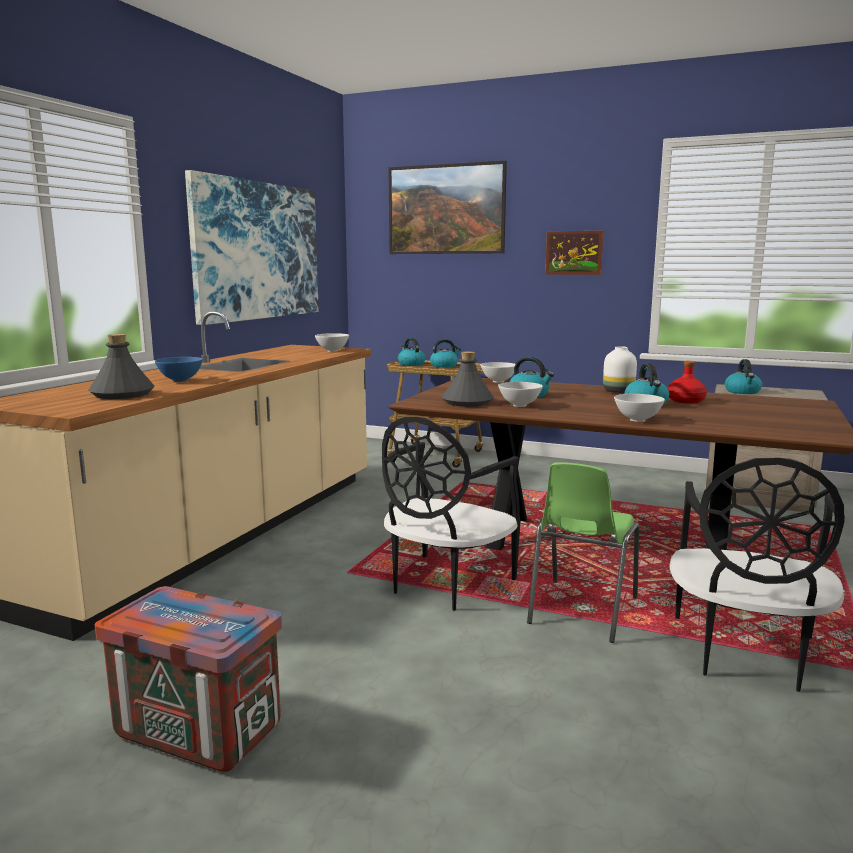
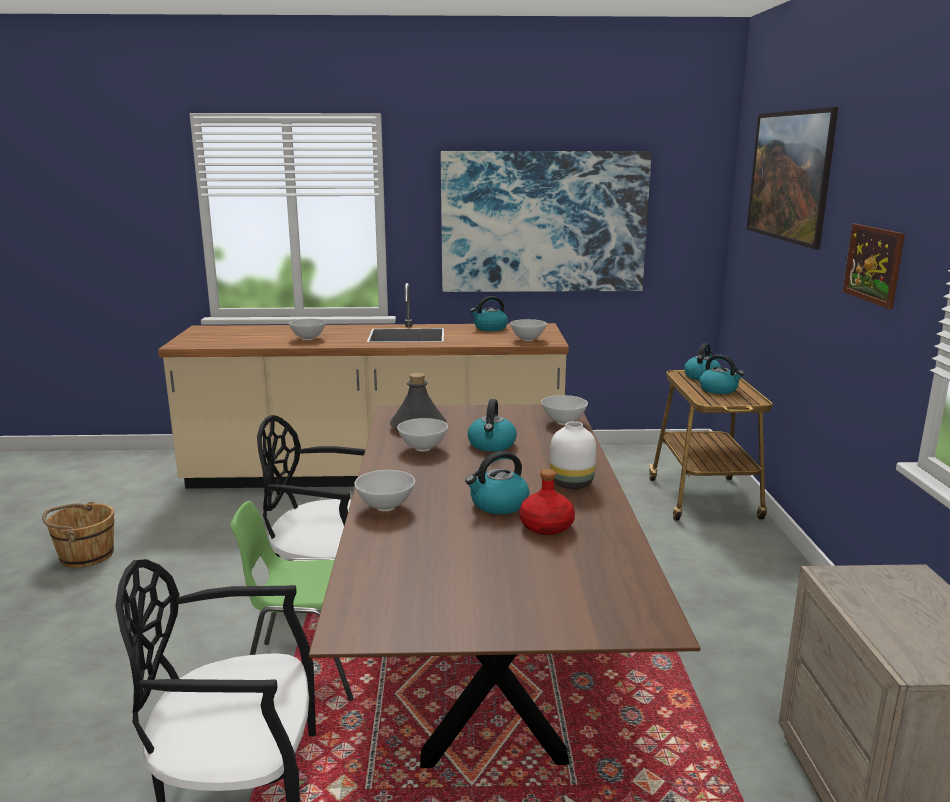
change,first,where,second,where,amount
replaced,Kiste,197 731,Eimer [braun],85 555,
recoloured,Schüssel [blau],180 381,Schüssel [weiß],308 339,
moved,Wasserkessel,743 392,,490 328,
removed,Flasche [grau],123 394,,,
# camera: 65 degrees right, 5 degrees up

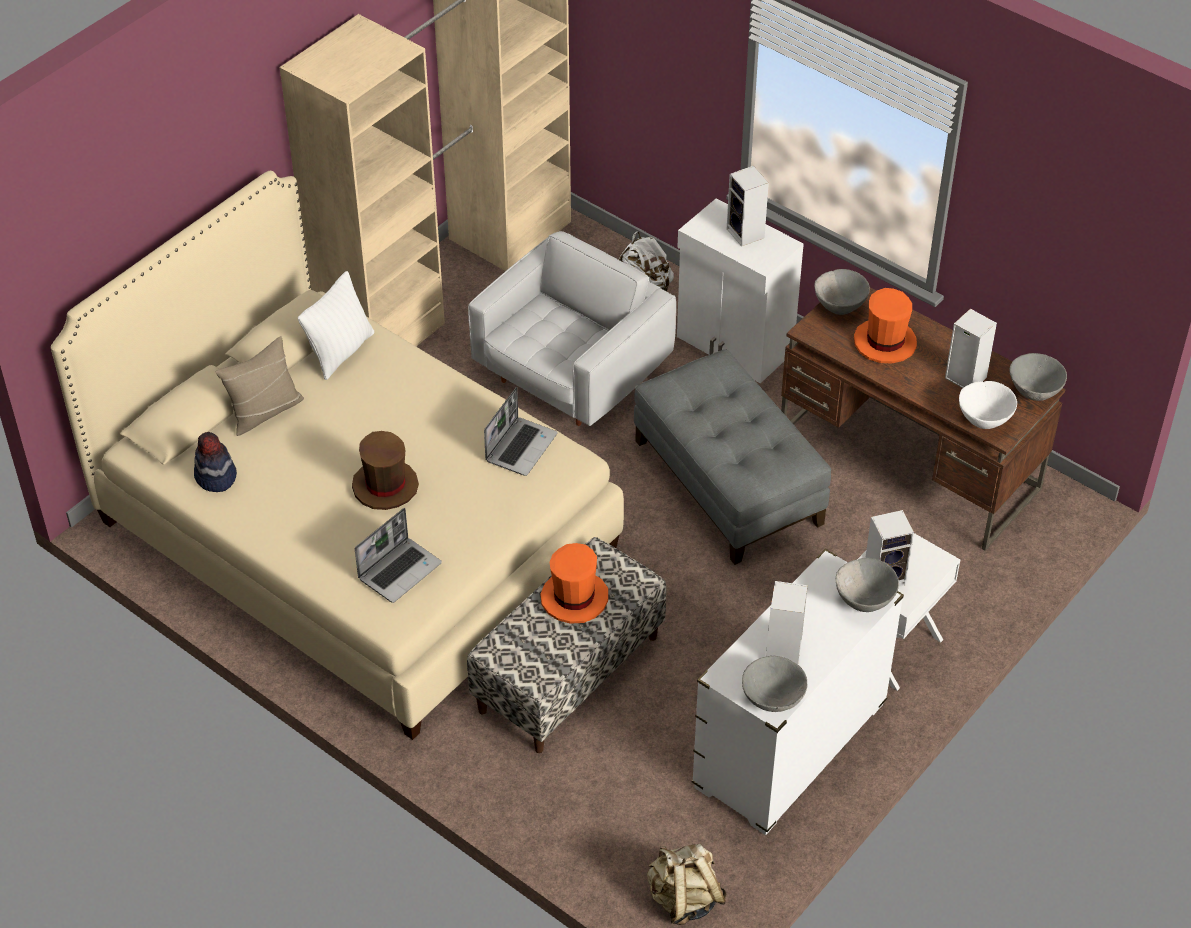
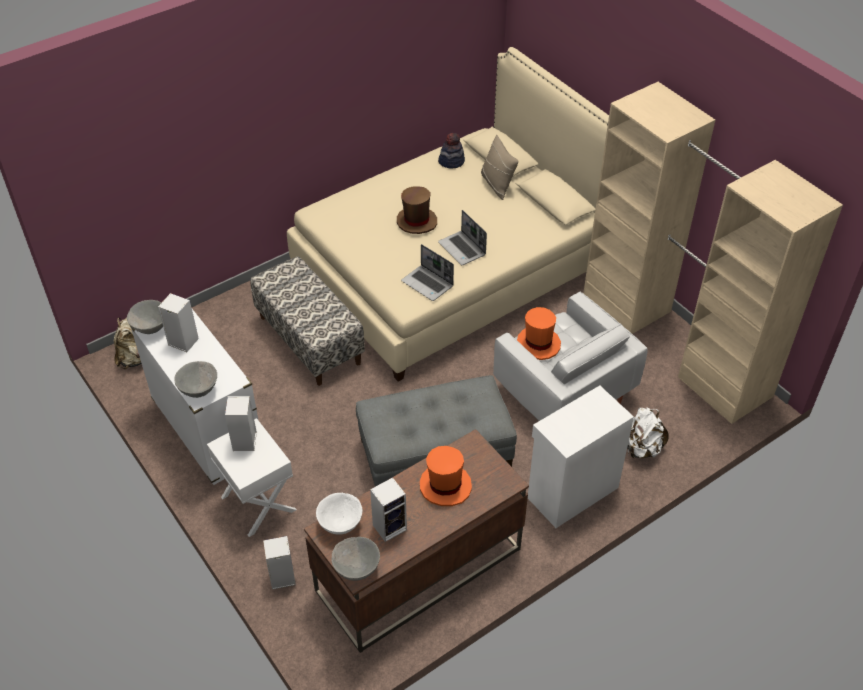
change,first,where,second,where,amount
moved,Lautsprecher,746 234,,281 578,
moved,Laptop,400 570,,462 249,
moved,Hut [orange],574 598,,538 343,
removed,Kissen [weiß],341 352,,,
removed,Schüssel [grau],840 307,,,
# camera: 105 degrees right, 0 degrees up

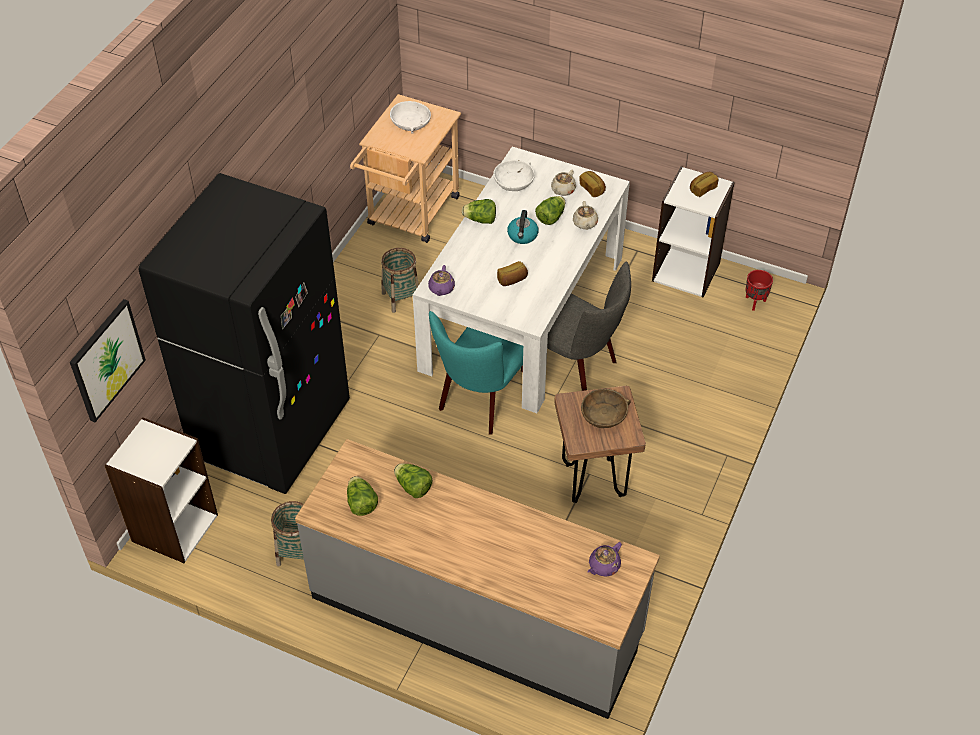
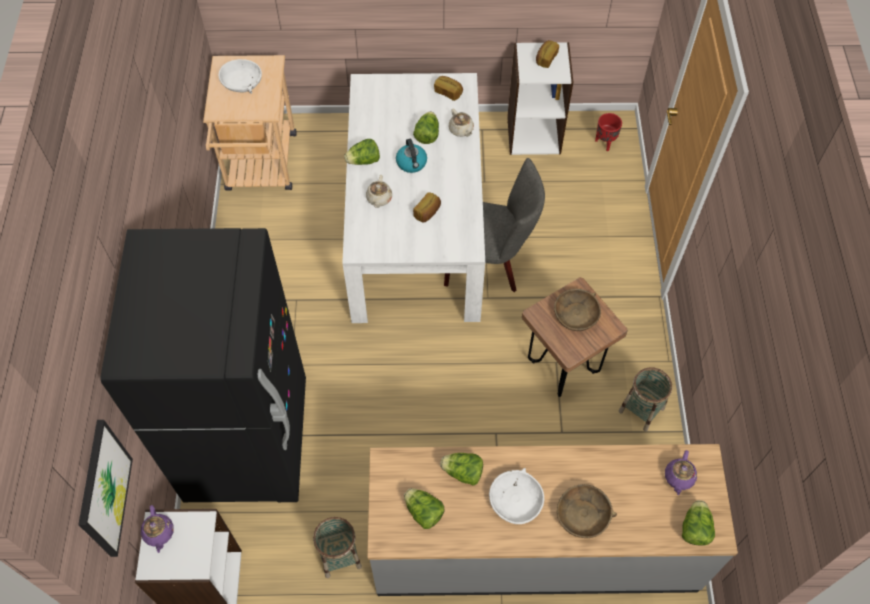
change,first,where,second,where,amount
moved,Teekanne [lila],441 289,,159 533,
moved,Teekanne [beige],563 190,,379 199,
moved,Schüssel [weiß],514 181,,515 500,
added,,,Schüssel [braun],583 514,
moved,Korb,401 298,,641 410,
added,,,Salatkopf,694 528,
removed,Stuhl [türkis],481 401,,,
# camera: 25 degrees left, 10 degrees up

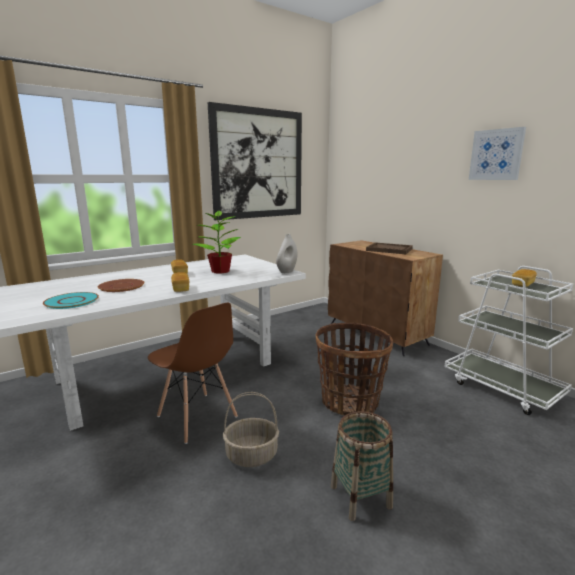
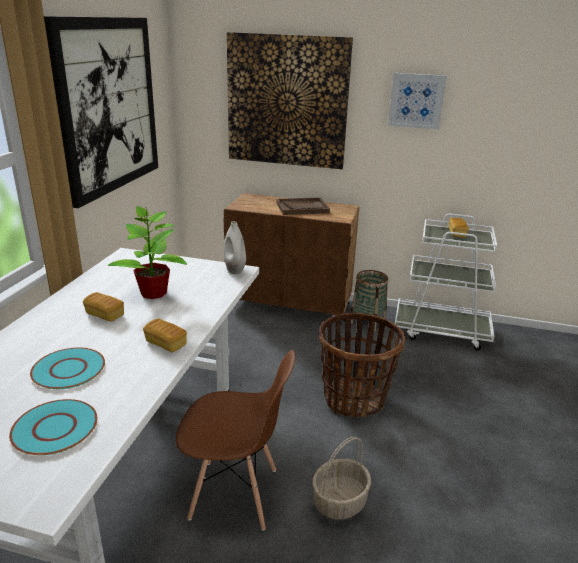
change,first,where,second,where,amount
recoloured,Teller [braun],121 286,Teller [türkis],69 369,
added,,,Bild,287 101,
moved,Korb,360 496,,367 321,
# camera: 40 degrees left, 10 degrees up

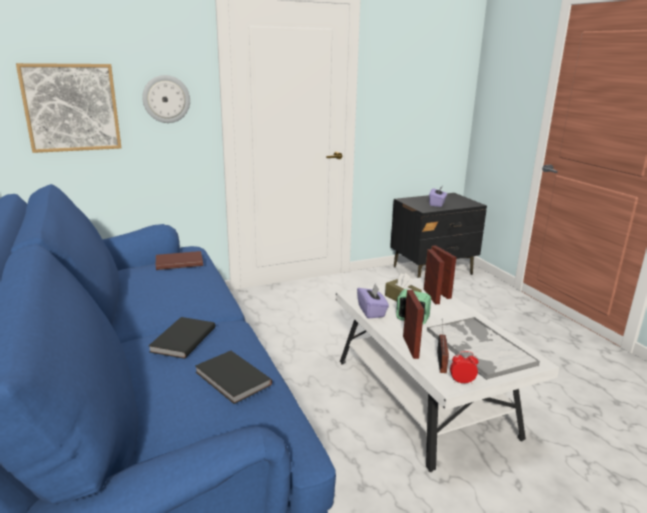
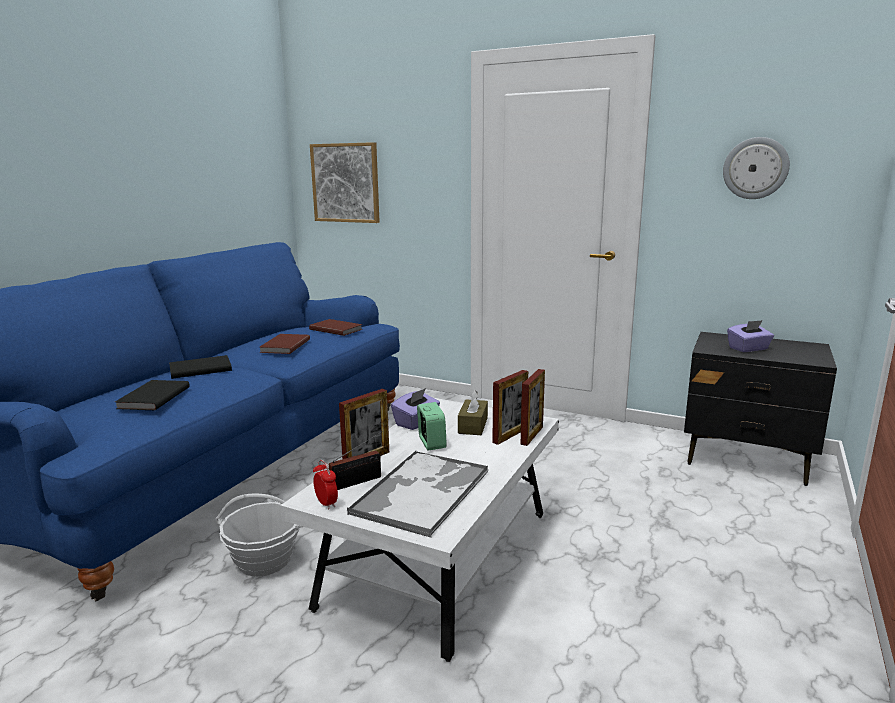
change,first,where,second,where,amount
added,,,Korb,264 560,
added,,,Buch [braun],284 346,
moved,Wanduhr,166 99,,755 168,
# camera: 50 degrees right, 5 degrees down

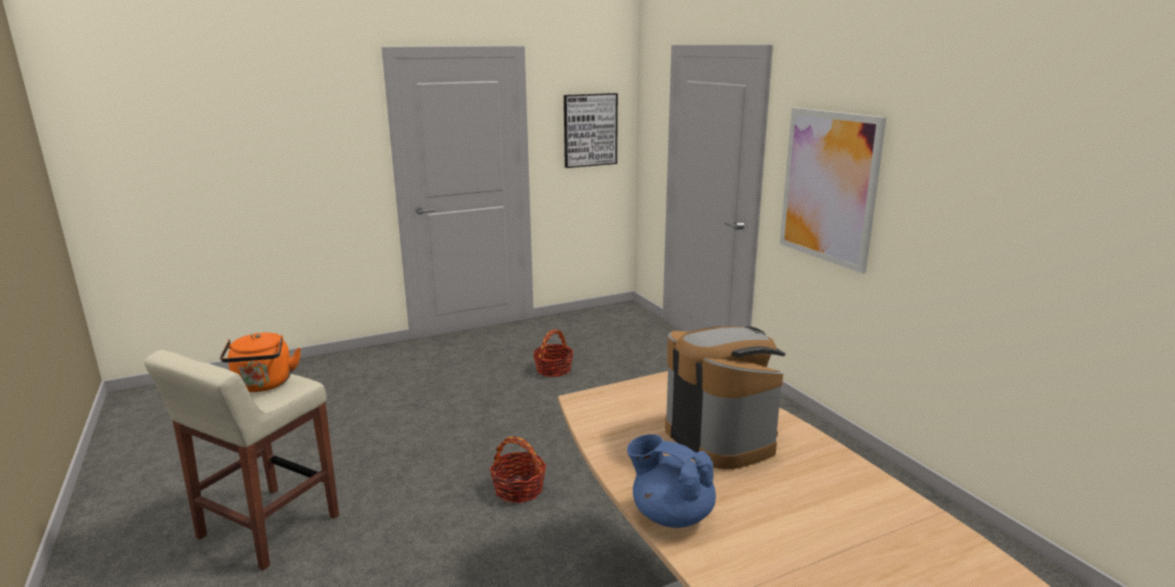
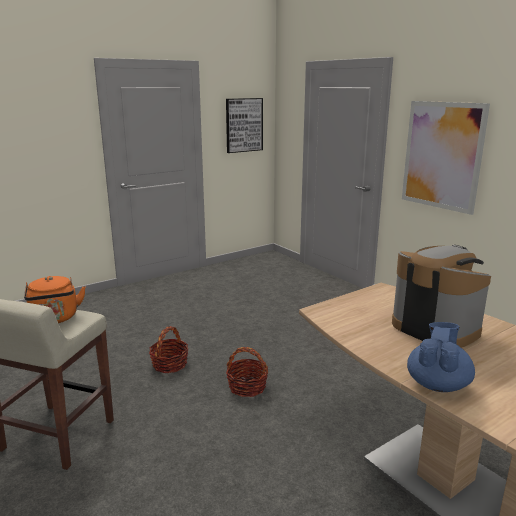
change,first,where,second,where,amount
moved,Korb,553 369,,169 364,
turned,Teekanne [blau],671 514,,437 384,90 degrees clockwise
# camera: 10 degrees left, 0 degrees up

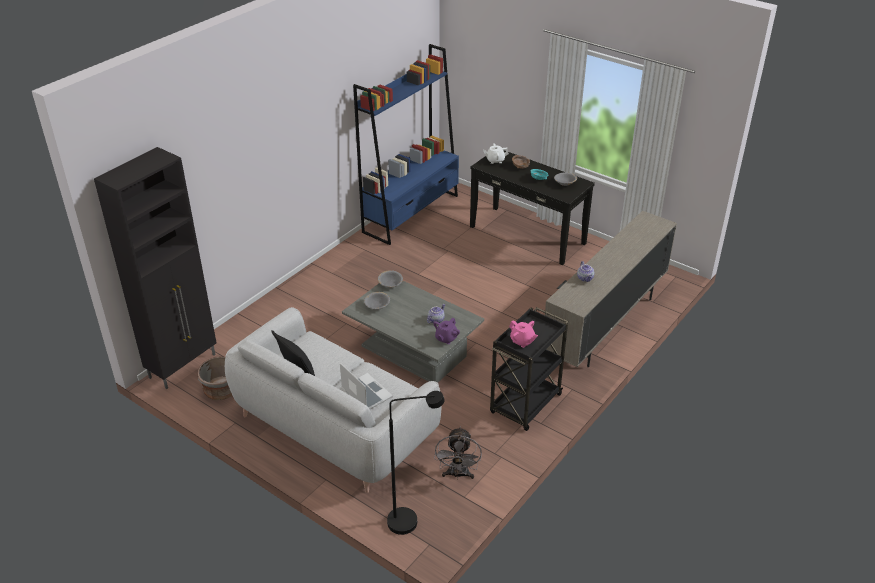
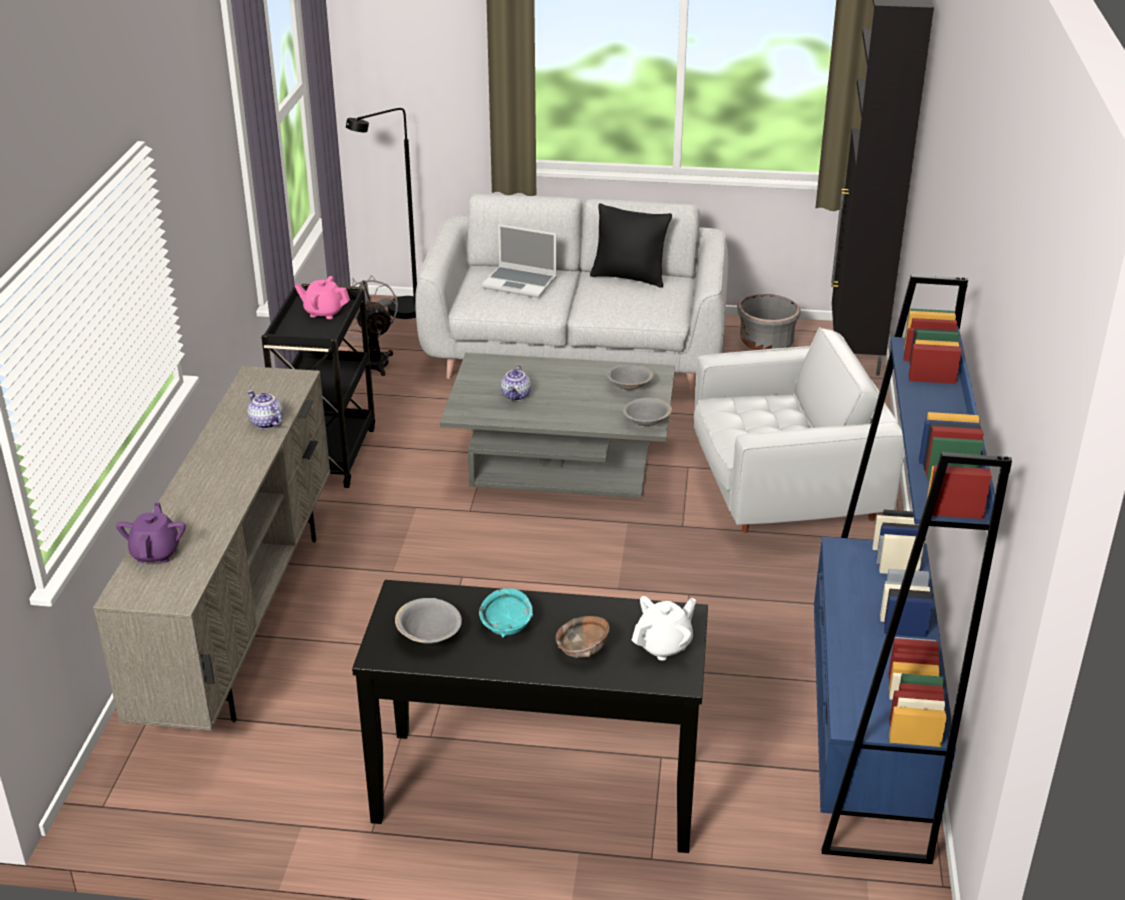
change,first,where,second,where,amount
moved,Teekanne [lila],446 338,,156 553,
added,,,Sessel [weiß],784 494,
# camera: 150 degrees right, 5 degrees down

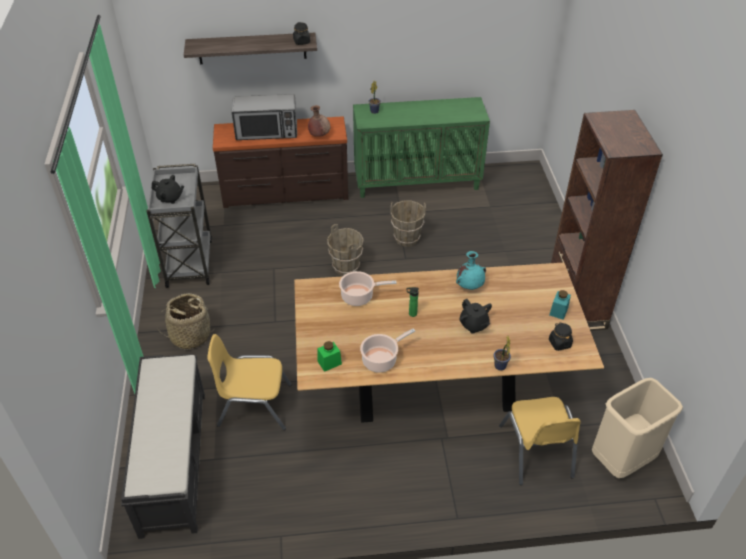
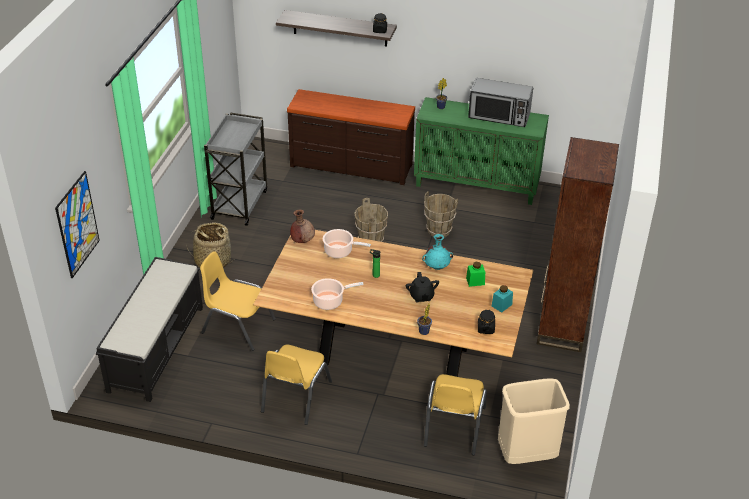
change,first,where,second,where,amount
added,,,Bild,77 224,
added,,,Stuhl [gelb],295 396,
moved,Vase [braun],319 135,,302 240,
moved,Vorratsglas [grün],329 362,,475 281,
moved,Mikrowelle,267 131,,499 116,
removed,Teekanne [schwarz],170 198,,,
# camera: 20 degrees right, 5 degrees down

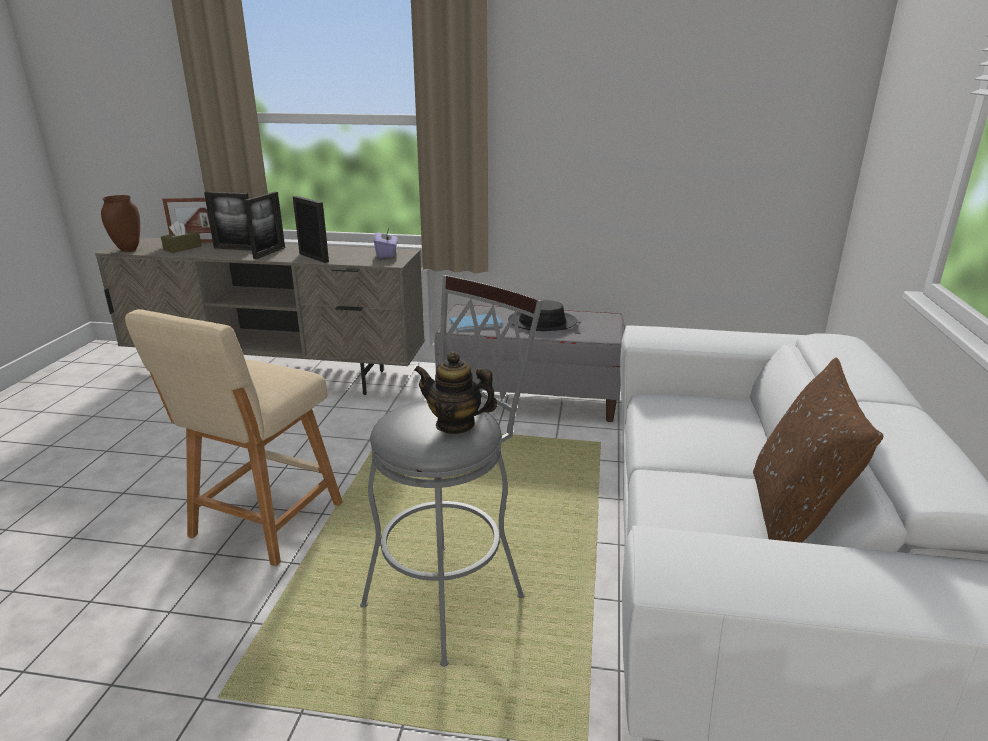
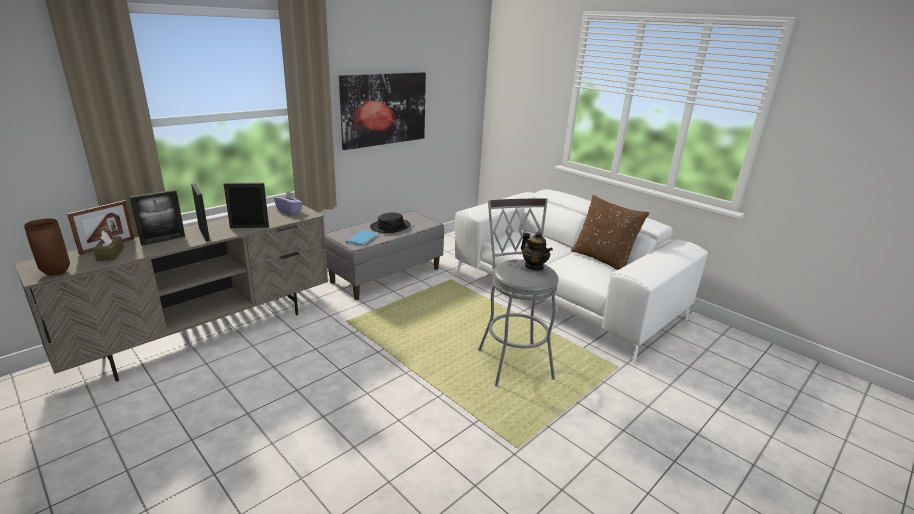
change,first,where,second,where,amount
added,,,Bild,384 109,
turned,Teekanne,455 424,,534 266,90 degrees counterclockwise
removed,Hocker [beige],262 523,,,
# camera: 55 degrees left, 0 degrees up

